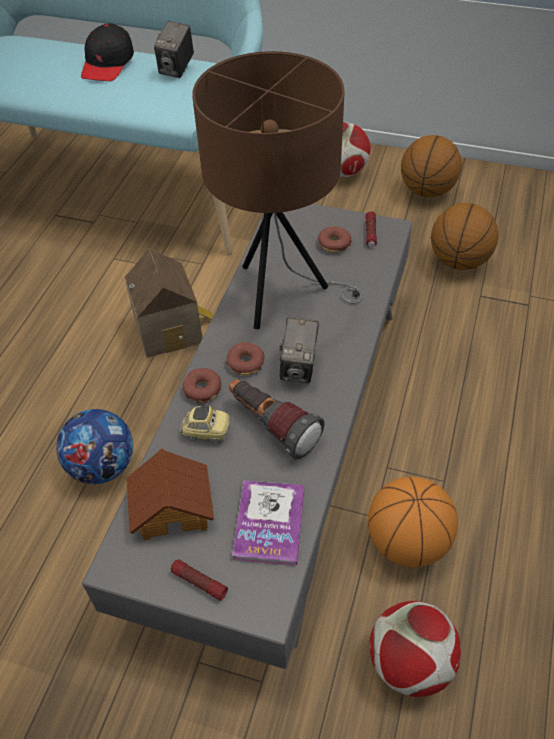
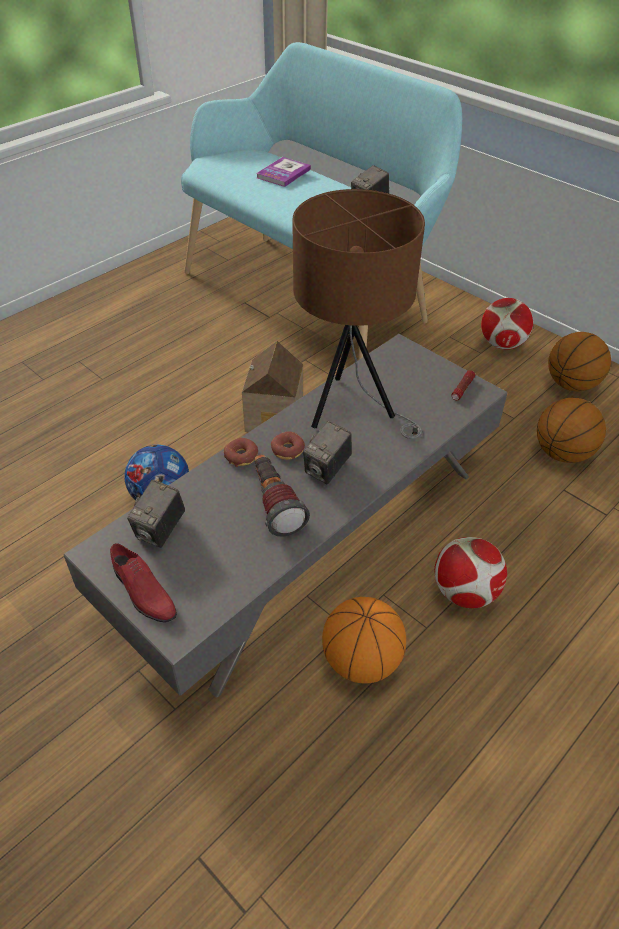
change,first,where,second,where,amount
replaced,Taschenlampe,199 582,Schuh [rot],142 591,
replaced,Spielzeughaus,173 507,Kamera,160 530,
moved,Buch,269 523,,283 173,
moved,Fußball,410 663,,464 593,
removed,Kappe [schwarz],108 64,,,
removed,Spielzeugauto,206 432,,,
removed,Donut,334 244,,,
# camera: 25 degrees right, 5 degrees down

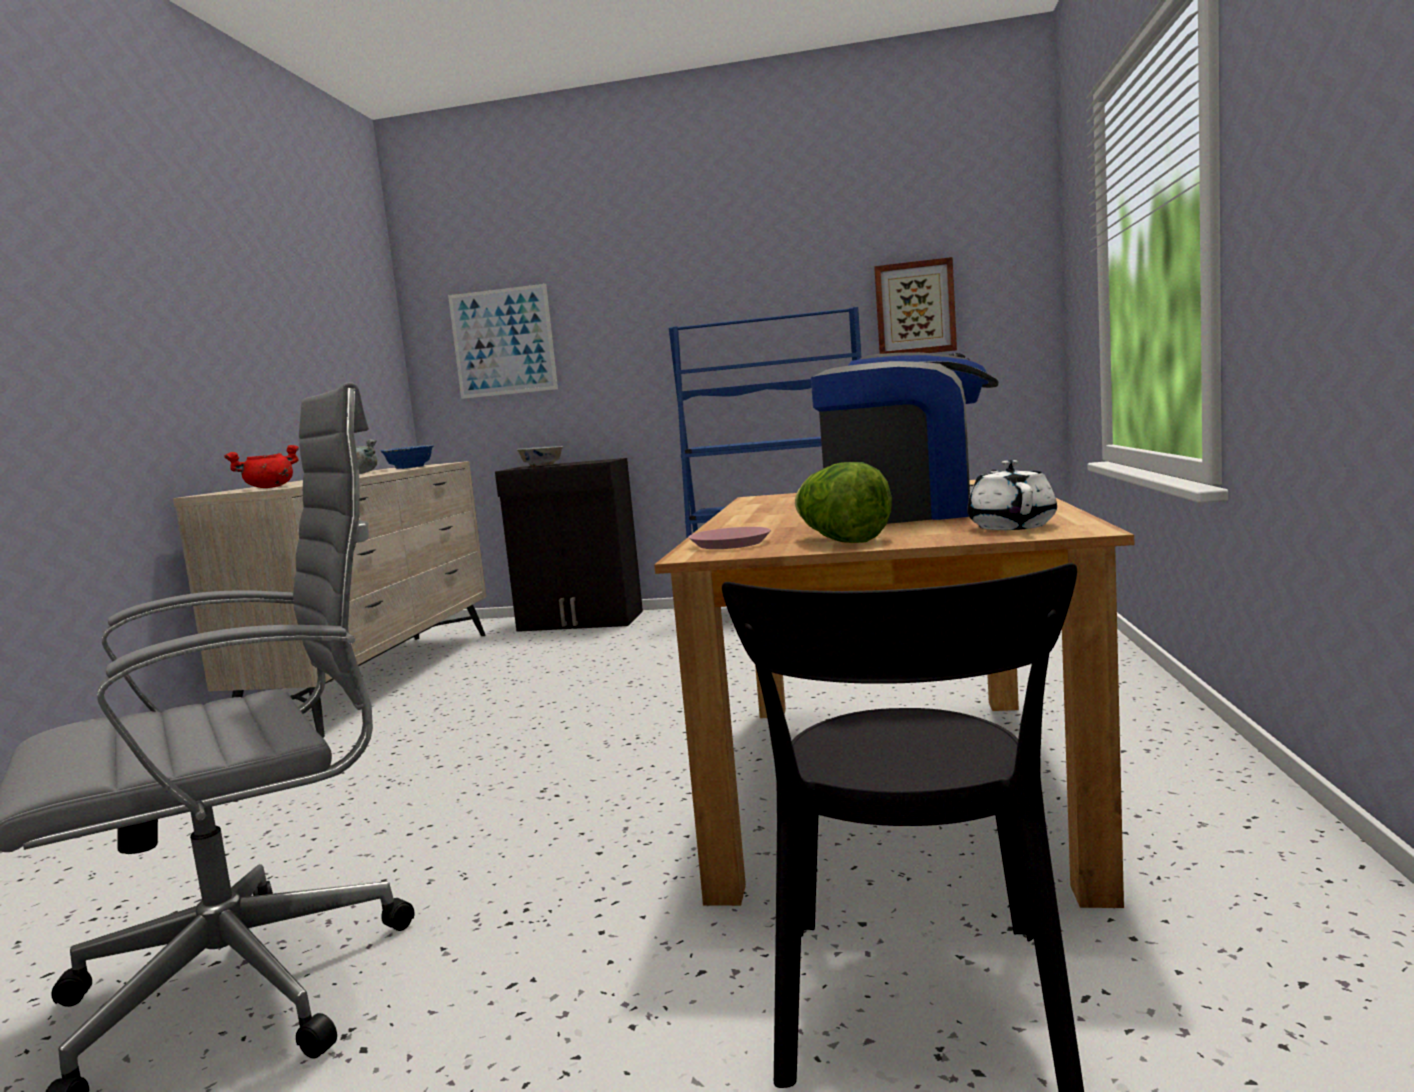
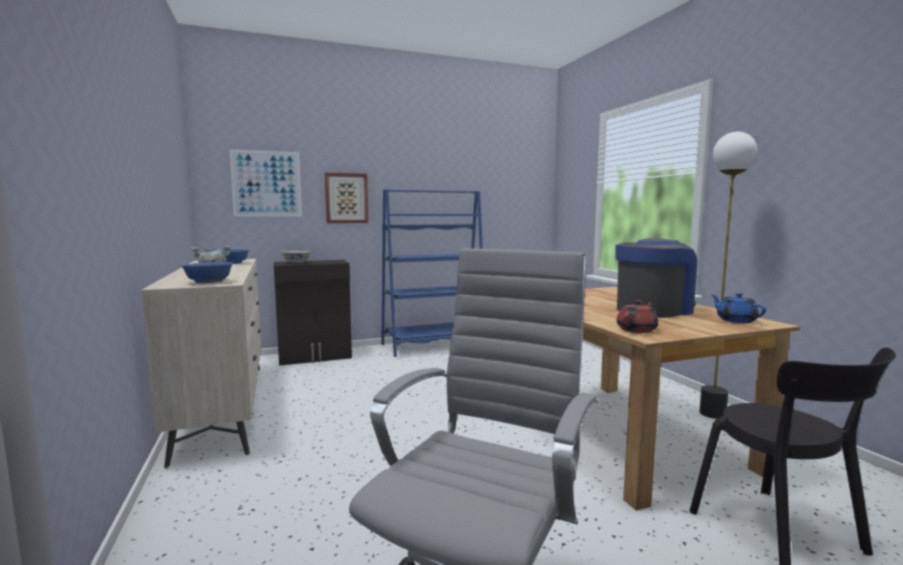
change,first,where,second,where,amount
replaced,Kochtopf [rot],269 487,Schüssel [blau],209 282,
moved,Bild,915 308,,346 198,
replaced,Teller [rosa],730 544,Teekanne [rot],637 330,
added,,,Stehlampe,713 413,
recoloured,Teekanne [weiß],1012 526,Teekanne [blau],735 320,
removed,Salatkopf,840 540,,,
# camera: 30 degrees left, 0 degrees up

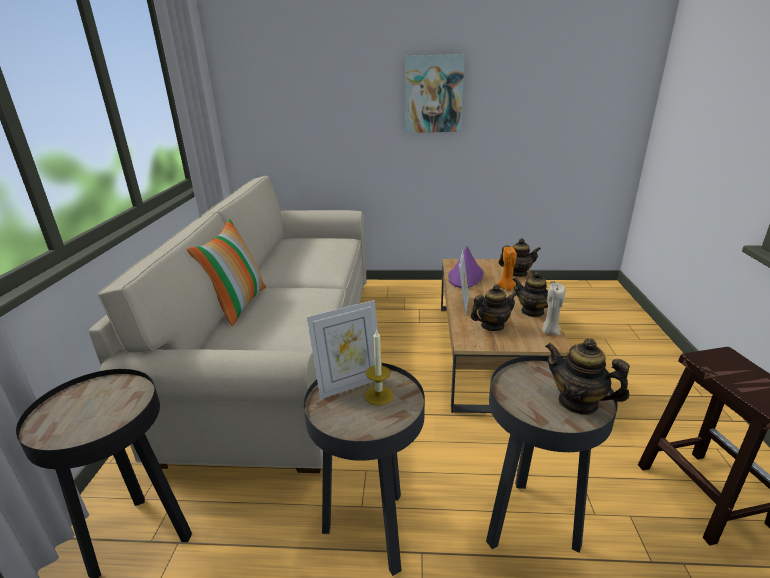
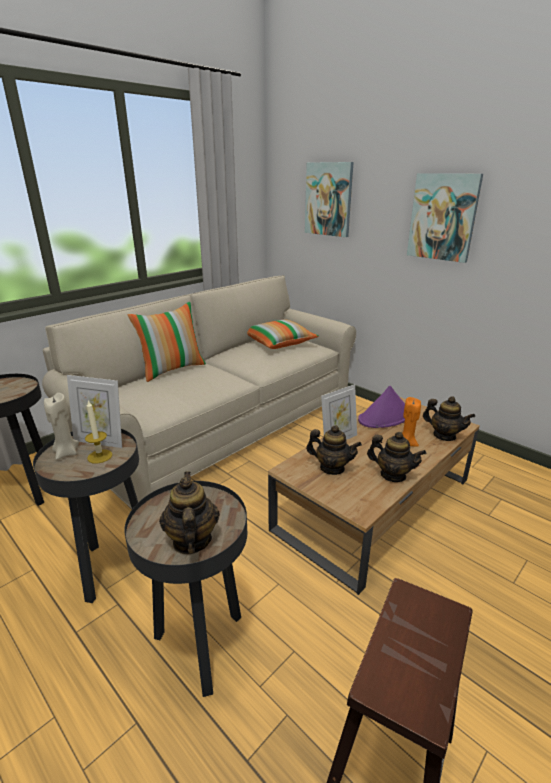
change,first,where,second,where,amount
moved,Kerze [beige],549 331,,66 453,
added,,,Kissen,278 343,
added,,,Bild,328 199,
turned,Teekanne,532 311,,392 475,135 degrees clockwise
# camera: 40 degrees right, 0 degrees up

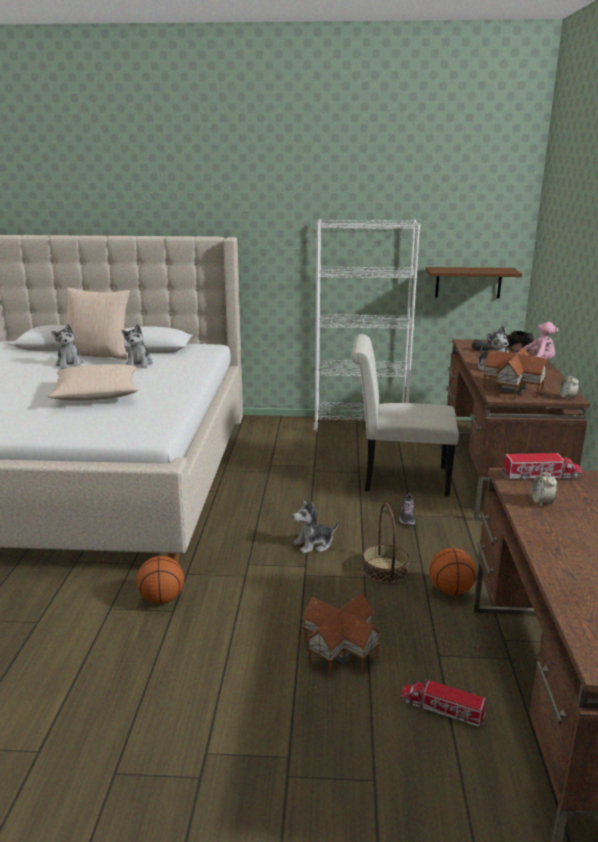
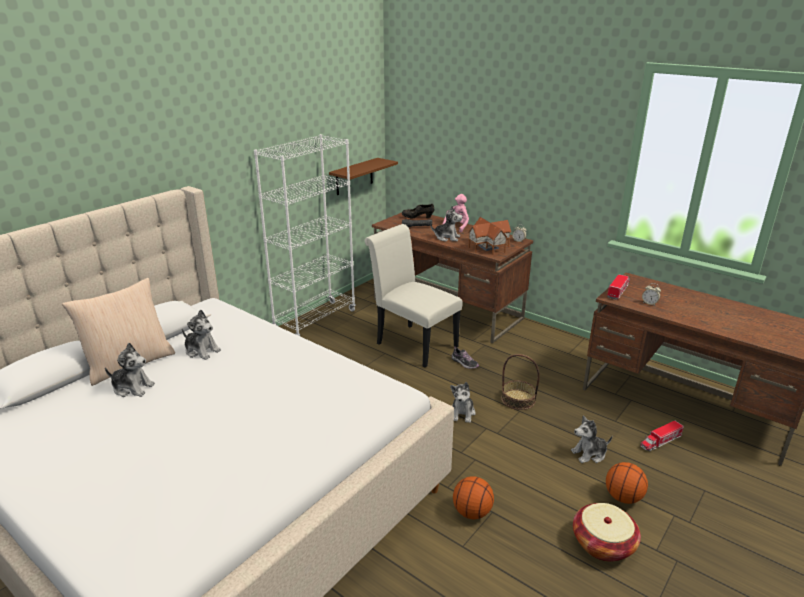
change,first,where,second,where,amount
turned,Stuhl [weiß],398 479,,412 343,90 degrees clockwise
replaced,Spielzeughaus,340 651,Plüschtier,589 454,
added,,,Korb,603 544,
moved,Basketball,450 590,,623 497,
removed,Kissen [beige],97 394,,,
# camera: 55 degrees left, 5 degrees up

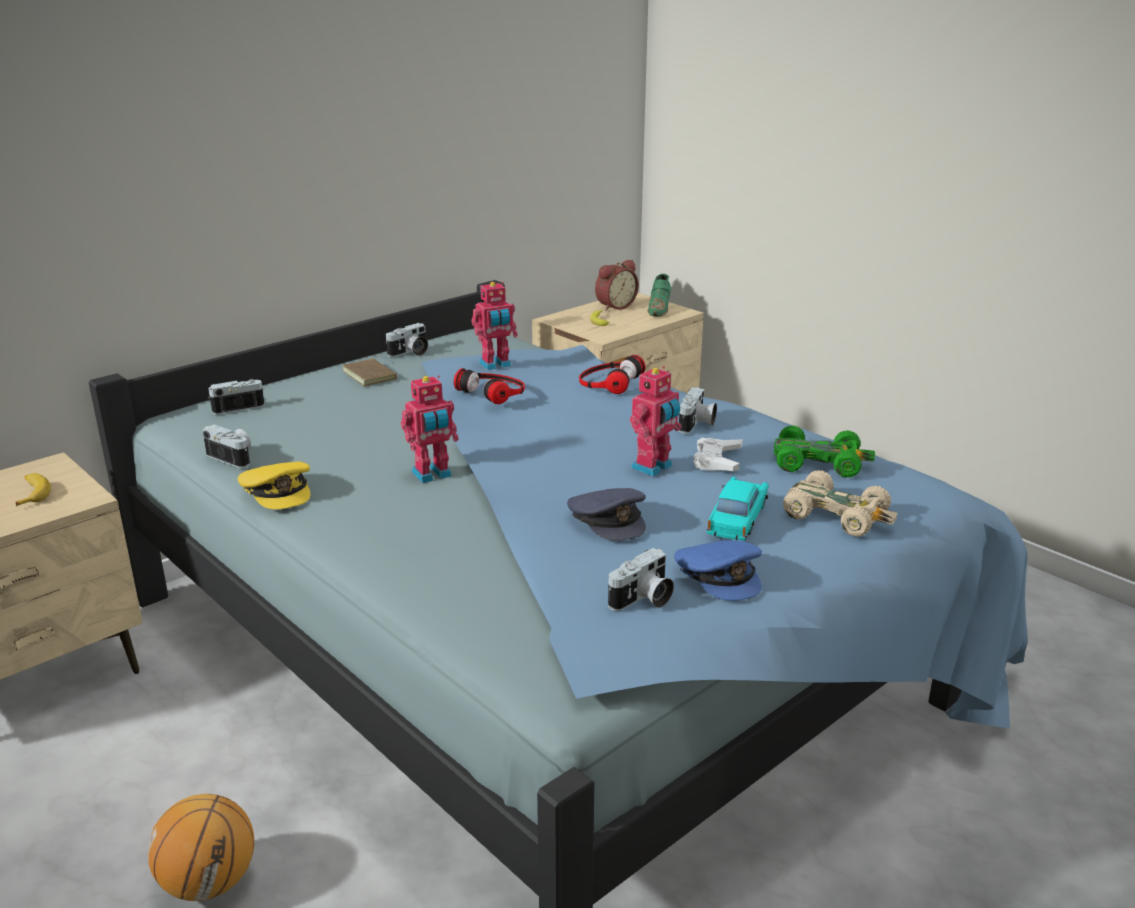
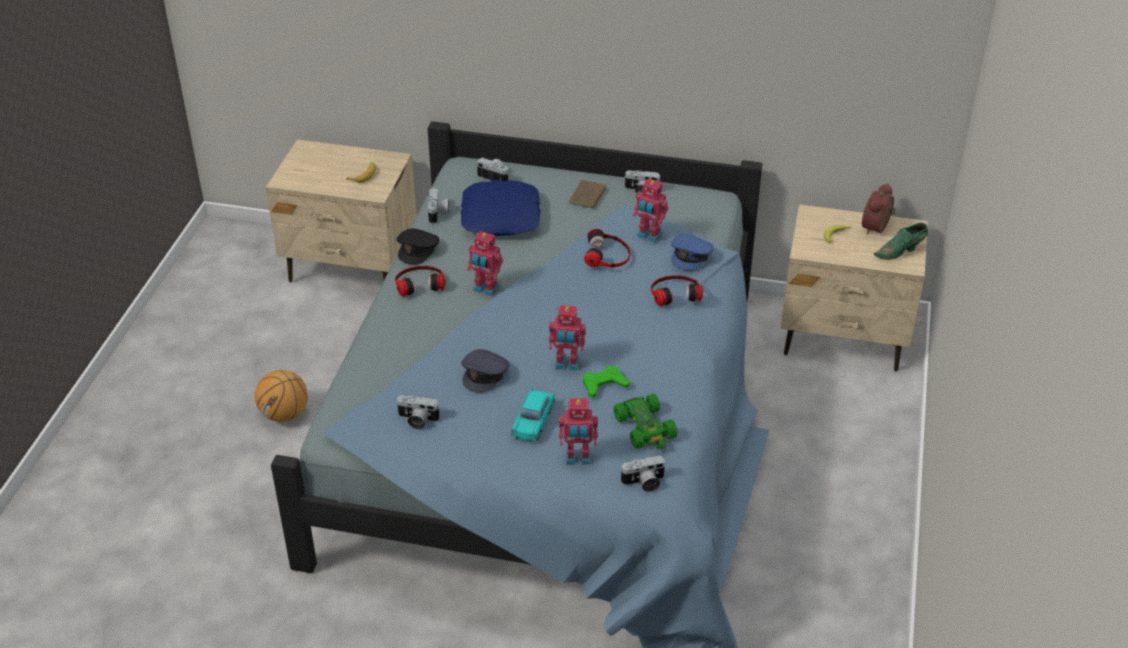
change,first,where,second,where,amount
added,,,Kopfhörer,419 283,
recoloured,Kappe [gelb],278 492,Kappe [schwarz],418 249,
added,,,Kissen [blau],501 217,
turned,Spielzeugauto [türkis],736 519,,533 420,120 degrees clockwise
replaced,Spielzeugauto [beige],837 515,Spielzeugroboter,578 458,
recoloured,Gamepad [weiß],717 460,Gamepad [grün],604 385,
moved,Kamera,697 424,,644 483,
moved,Kappe [blau],720 576,,691 256,
turned,Wecker,614 306,,877 228,105 degrees clockwise
# camera: 55 degrees right, 15 degrees up

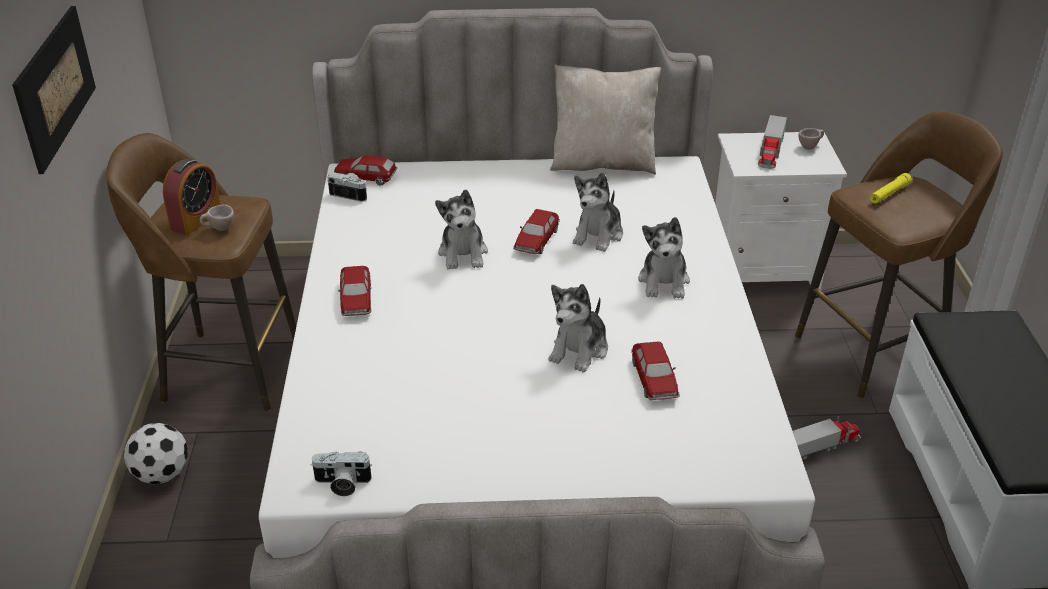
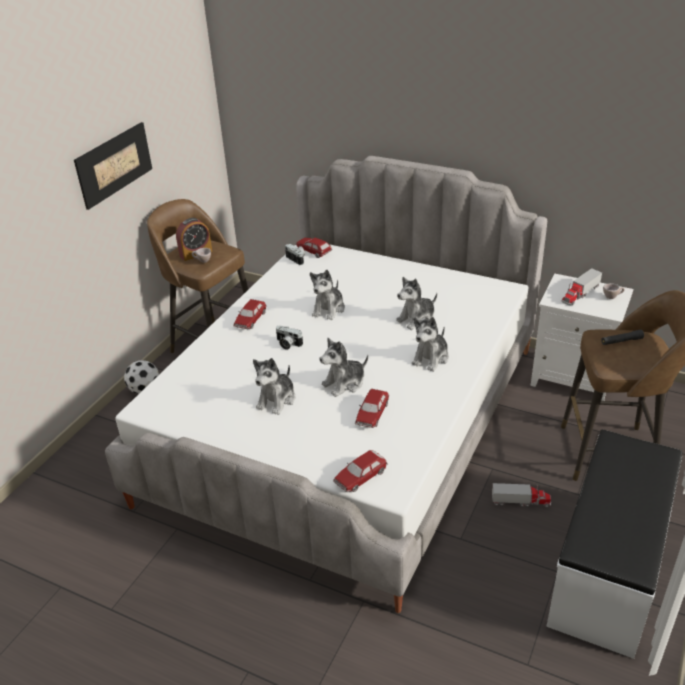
change,first,where,second,where,amount
added,,,Plüschtier,277 399,
moved,Kamera,342 484,,287 344,
moved,Spielzeugauto,536 240,,360 476,
recoloured,Taschenlampe [gelb],889 194,Taschenlampe [schwarz],621 341,
removed,Kissen [beige],603 163,,,
# camera: 30 degrees right, 0 degrees up

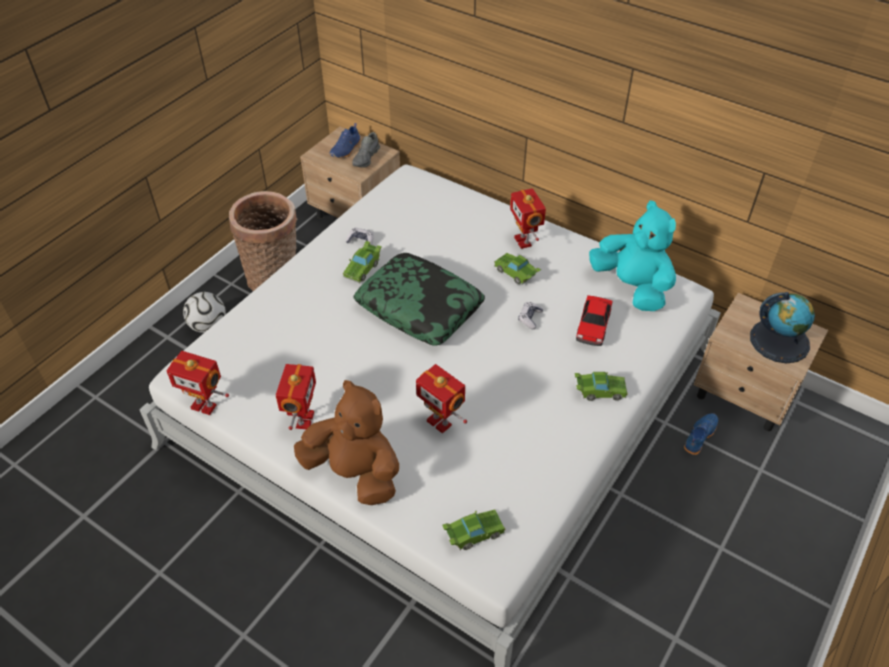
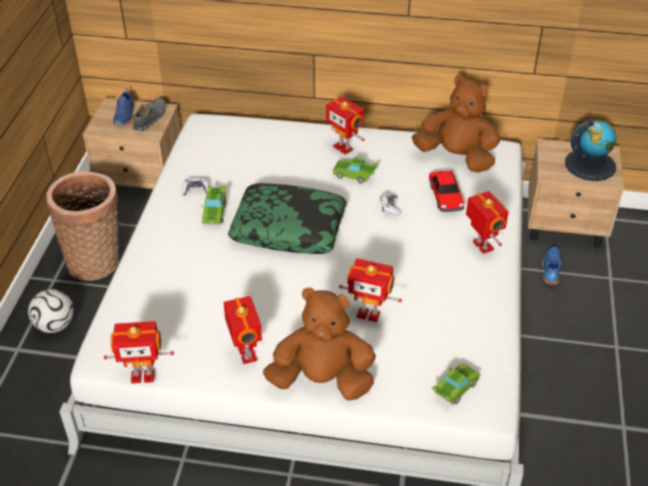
change,first,where,second,where,amount
turned,Schuh [grau],366 158,,150 119,150 degrees counterclockwise
recoloured,Plüschtier [türkis],632 287,Plüschtier [braun],456 157,
replaced,Spielzeugauto [grün],599 391,Spielzeugroboter,481 246,
# camera: 25 degrees left, 5 degrees down

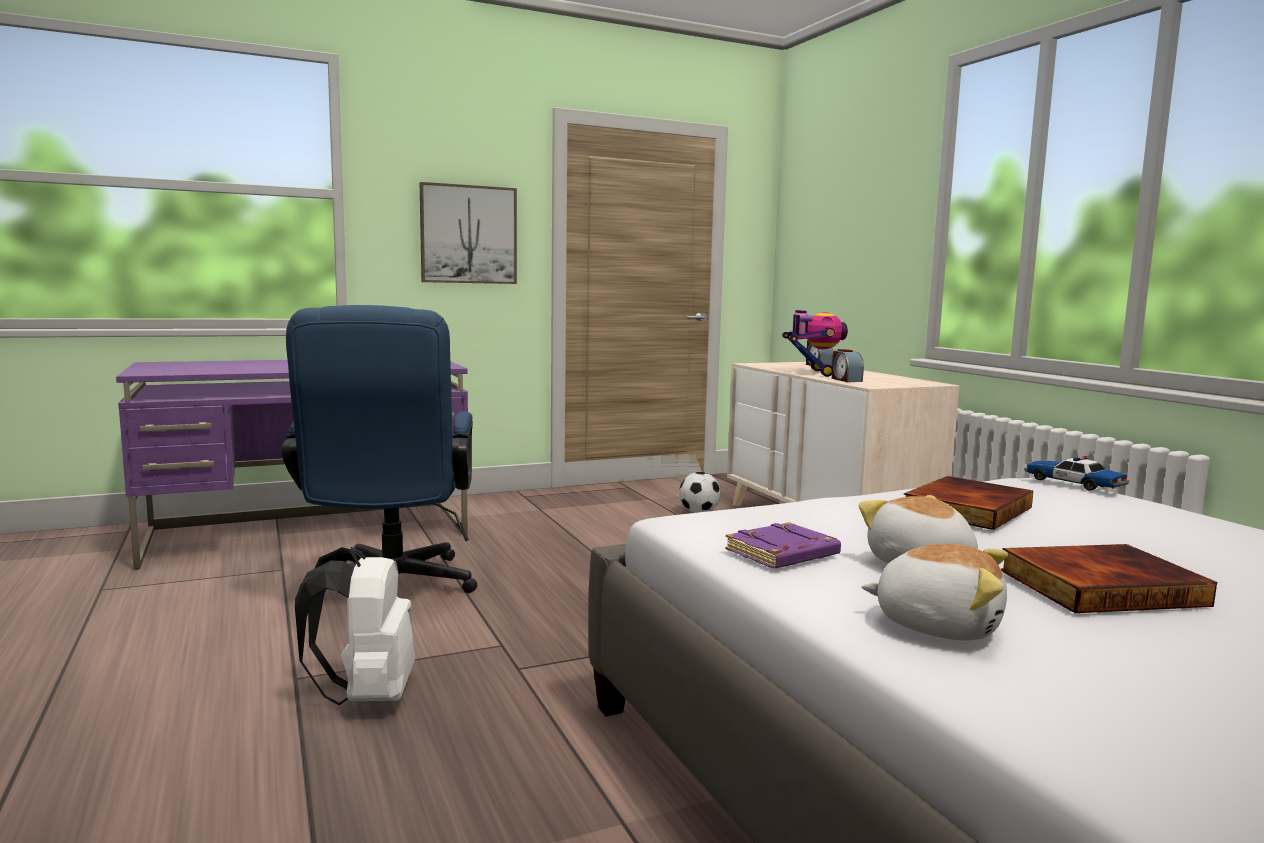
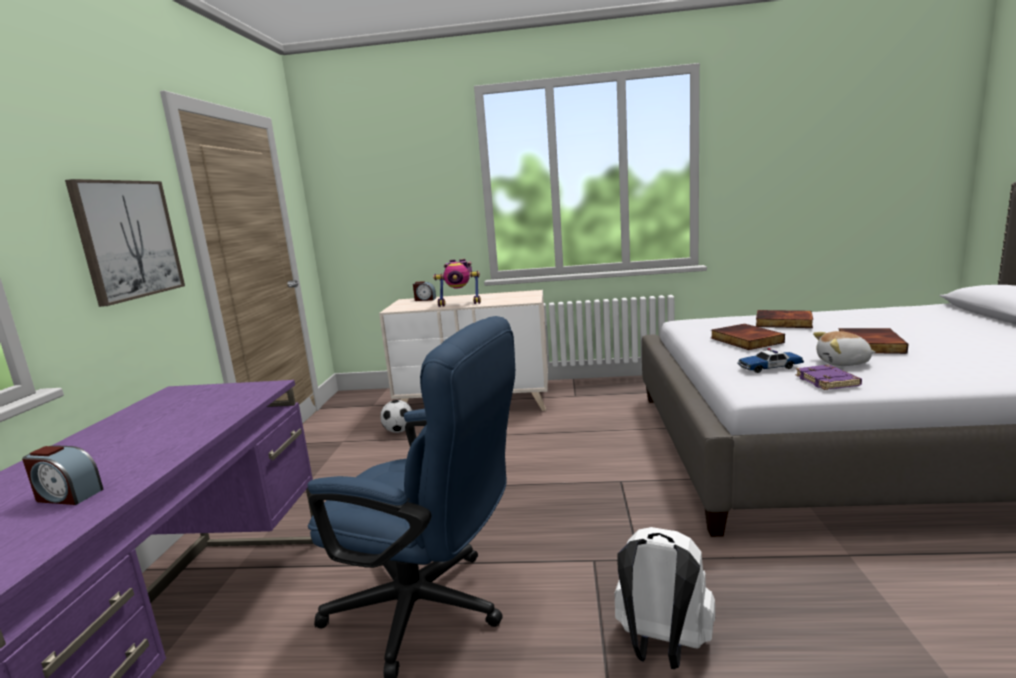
change,first,where,second,where,amount
moved,Wecker,845 380,,68 495,
turned,Spielzeugroboter,812 373,,460 303,150 degrees clockwise
moved,Spielzeugauto,1073 483,,769 367,
added,,,Buch,783 323,
removed,Plüschtier,938 625,,,
# camera: 60 degrees left, 5 degrees up

